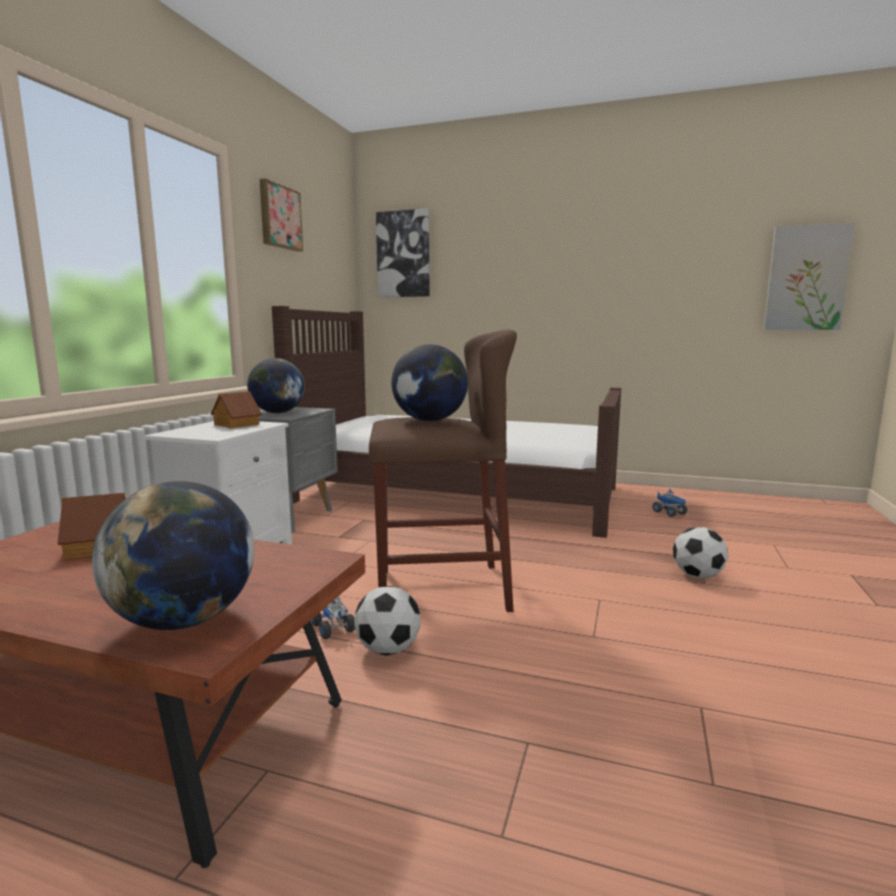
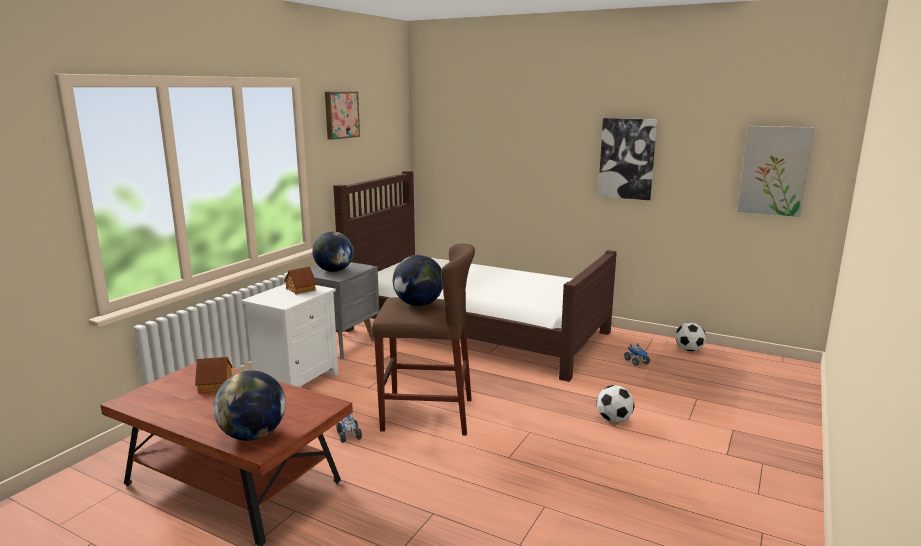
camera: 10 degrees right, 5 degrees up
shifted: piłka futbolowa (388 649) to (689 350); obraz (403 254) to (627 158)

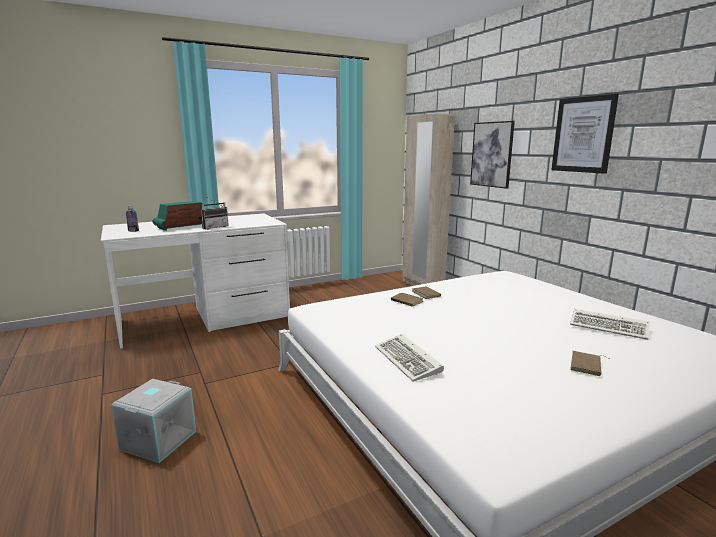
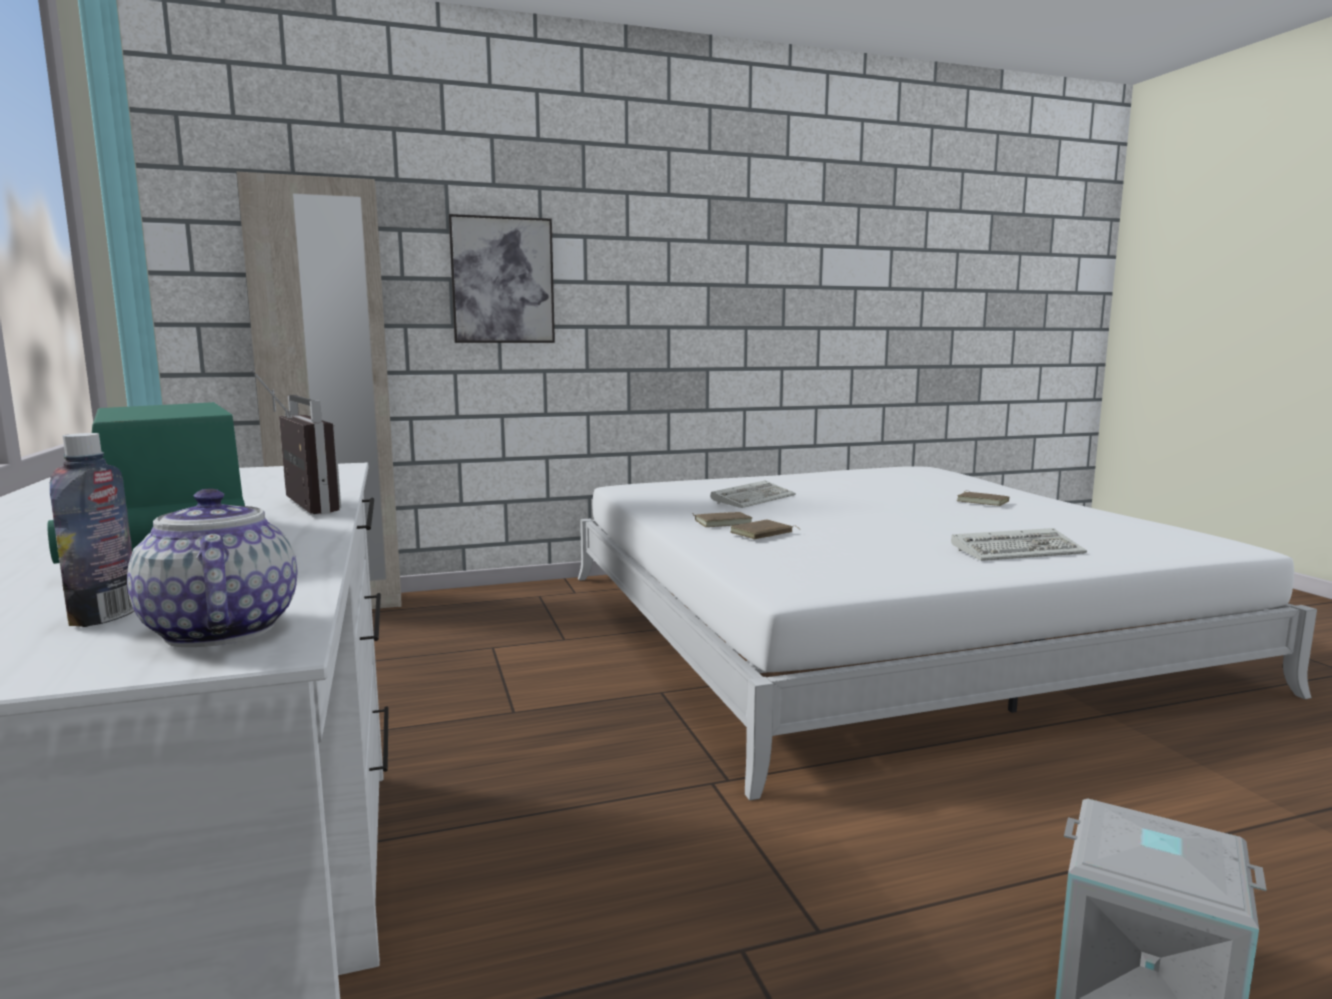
camera: 80 degrees left, 5 degrees down
gone: obraz (583 135)
new: imbryk (219 630)
shifted: klawiatura (610 327) to (753 499)

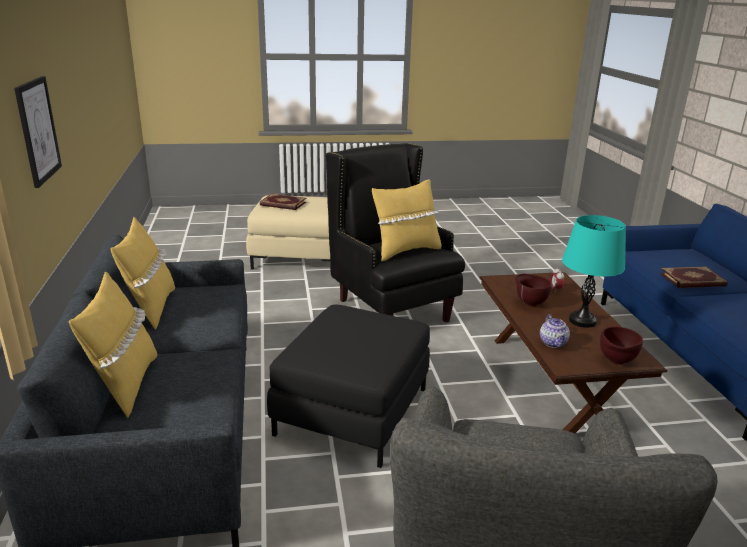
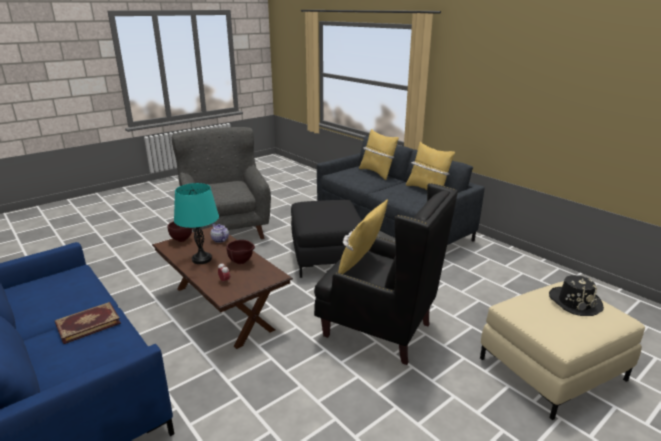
camera: 150 degrees right, 0 degrees up
gone: obraz (38 130)
swapped: książka (283 204) to kapelusz/czarny (574 302)

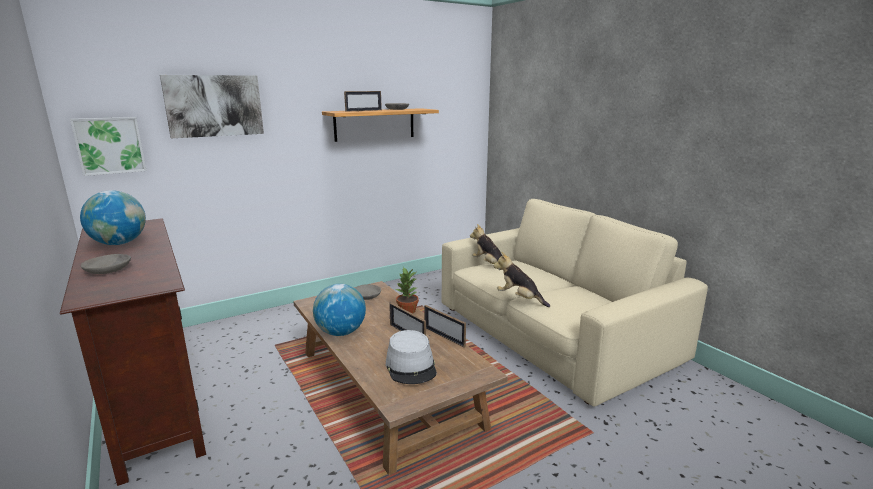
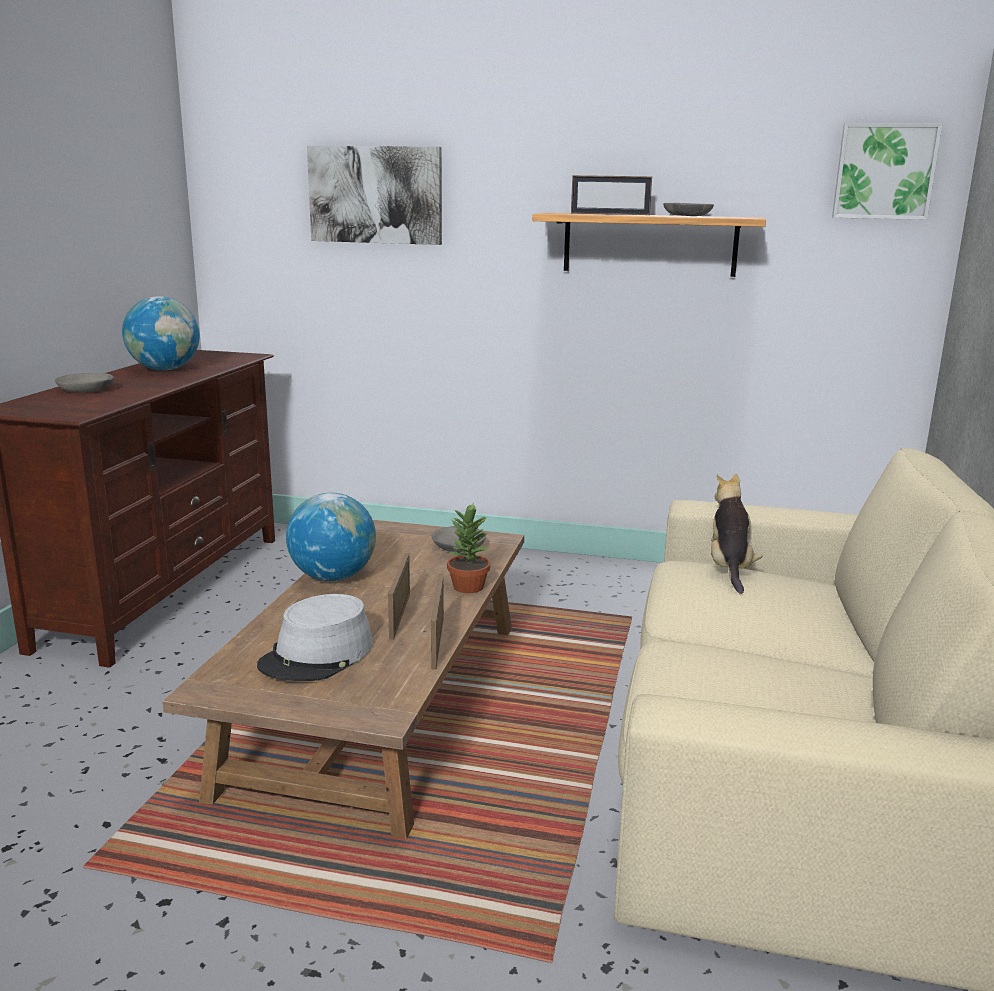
camera: 45 degrees right, 0 degrees up
gone: pluszak (519 299)
shifted: obraz (110 145) to (884 171)

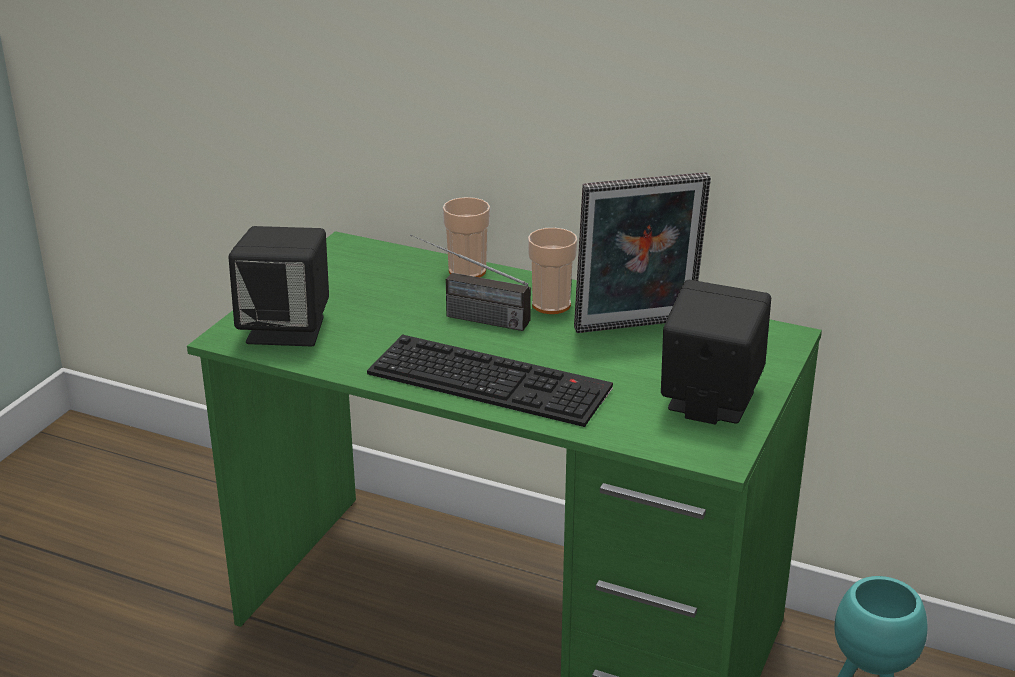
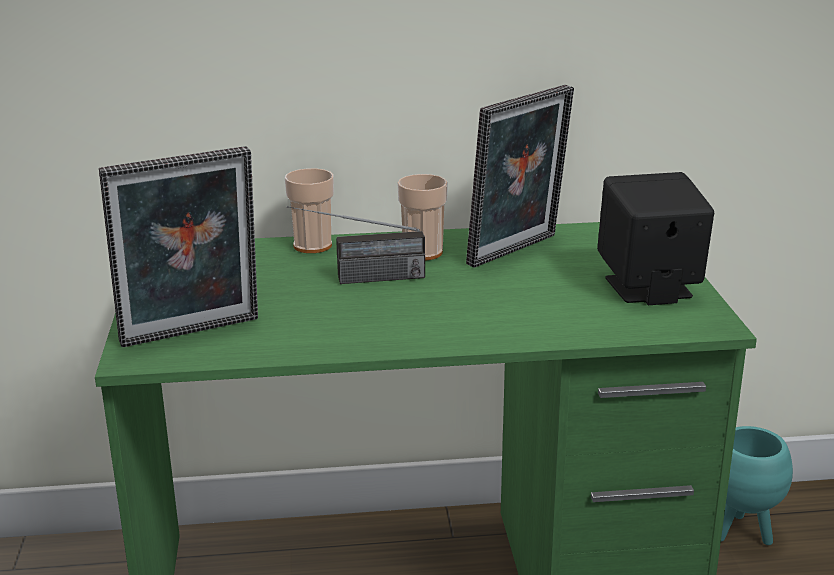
camera: 30 degrees left, 5 degrees down
gone: klawiatura (493 380)
swapped: głośnik/czarny (287 330) to ramka na zdjęcie (192 334)

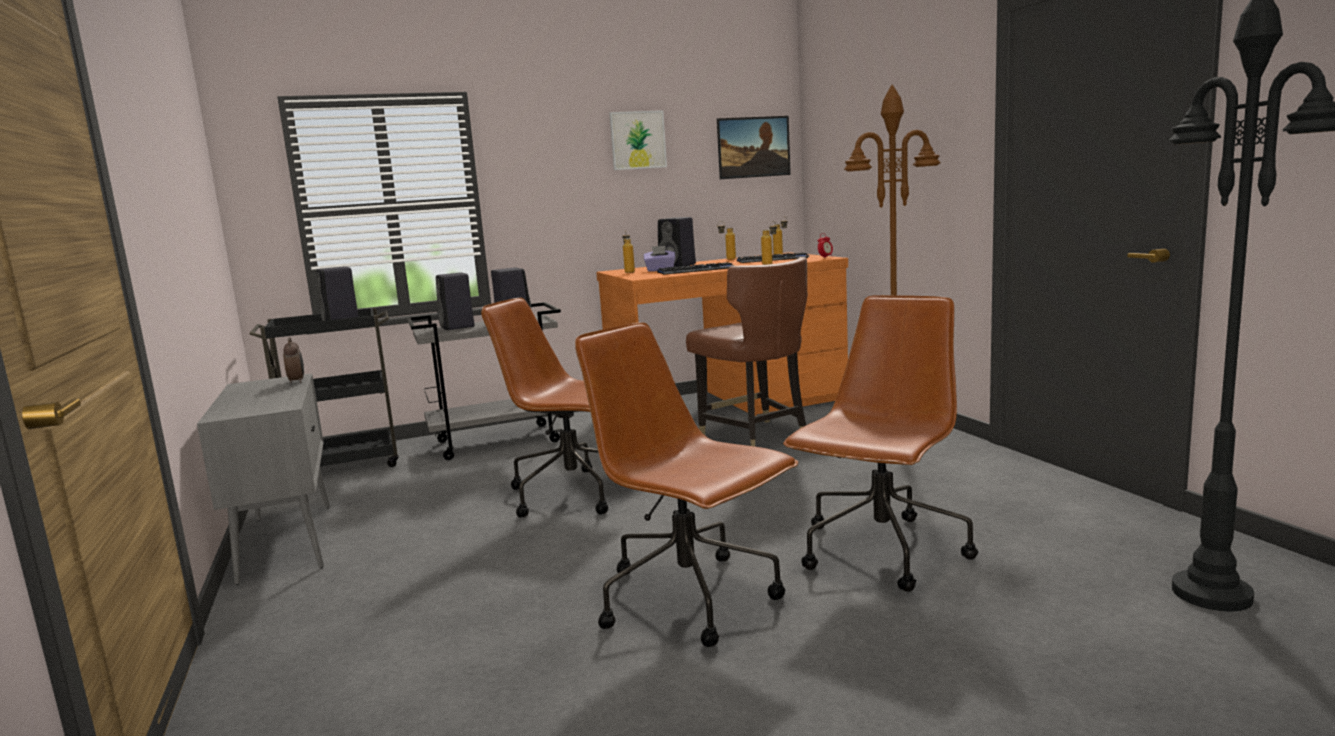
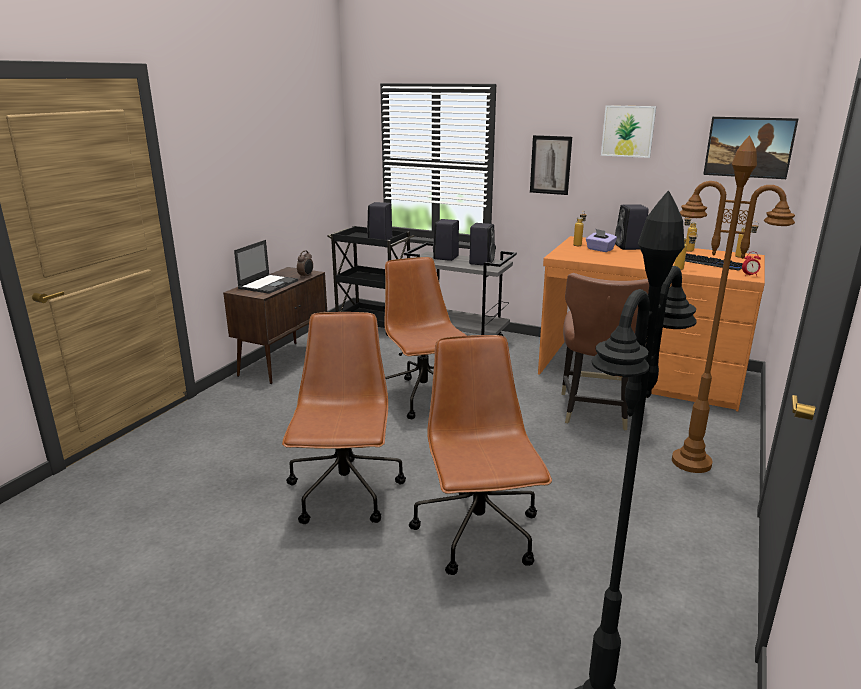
camera: 45 degrees right, 10 degrees up
gone: klawiatura (696 270)
new: laptop (269 284); obraz (550 165)
repainted: szafka/szary (287 541) to szafka/brązowy (284 362)
rotated: krzesło biurowe/brązowy (881 553) = (478 535) 90 degrees counterclockwise

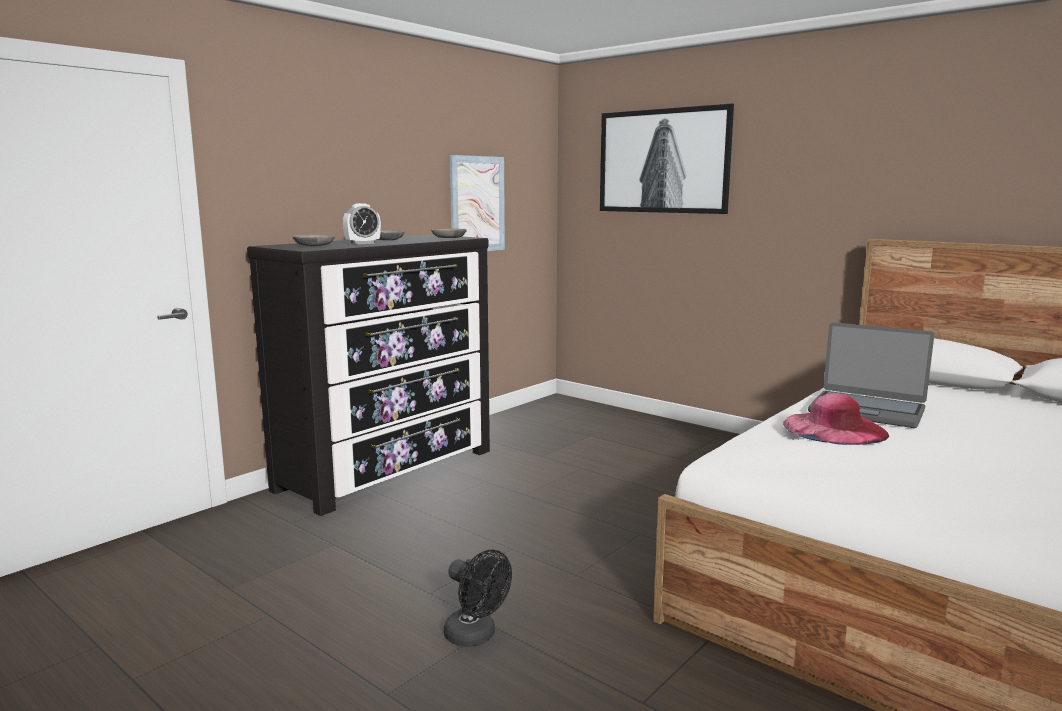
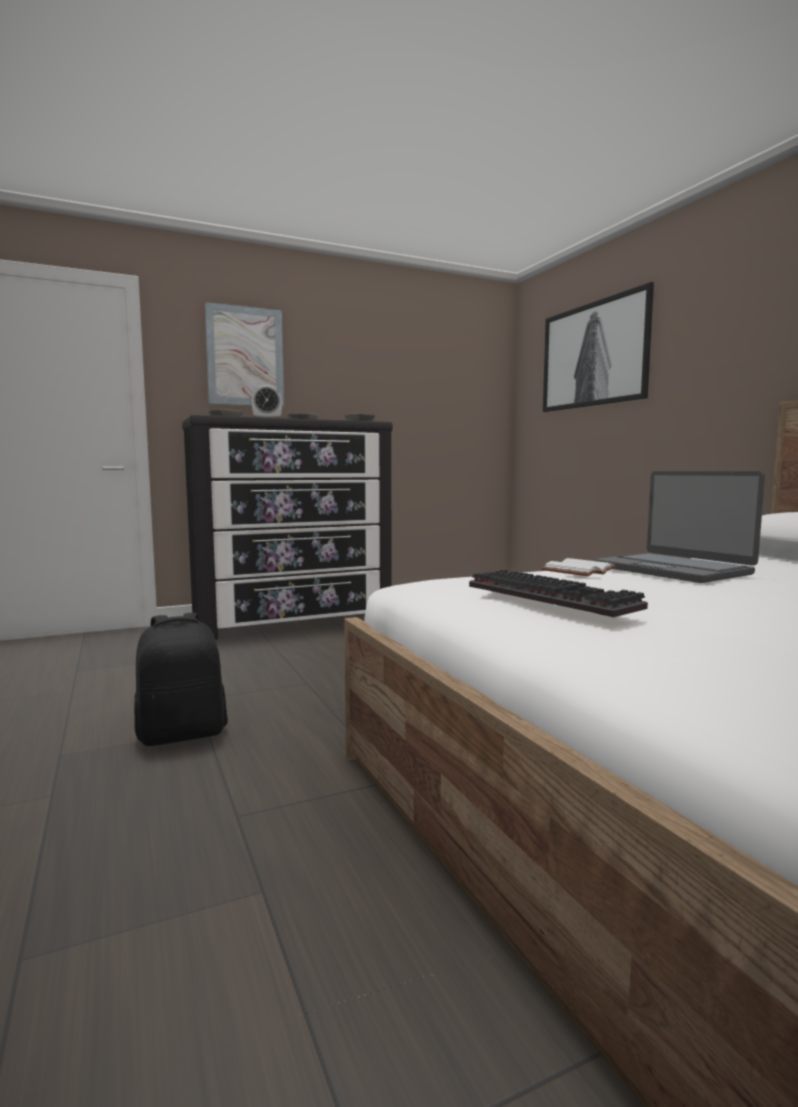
camera: 25 degrees right, 5 degrees down
new: klawiatura (555 597)
shifted: obraz (477 204) to (245 356)
swapped: wentylator/czarny (476 636) to plecak/czarny (183 734); kapelusz/różowy (834 428) to książka/biały (581 571)

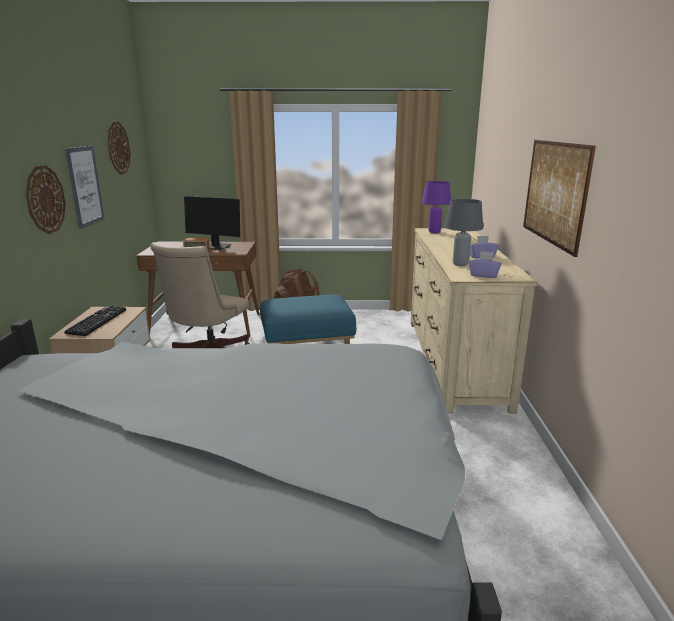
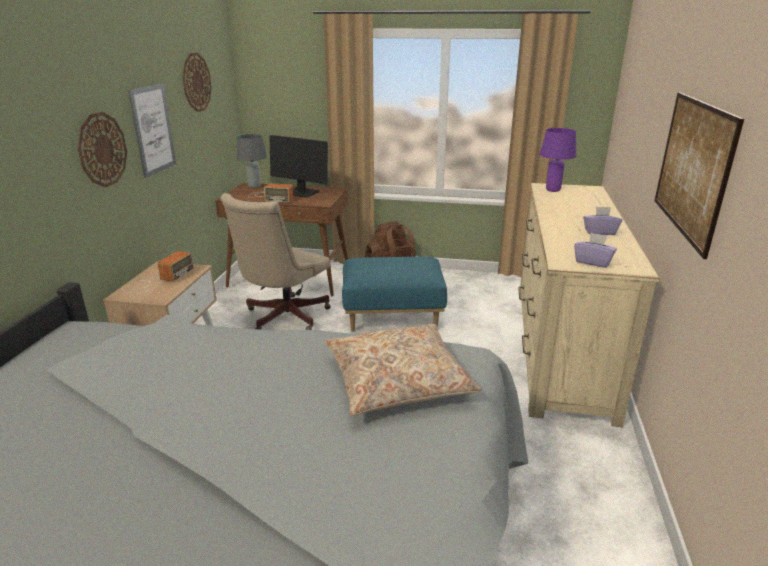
camera: 10 degrees right, 5 degrees up
new: poduszka/beżowy (398 381)
shifted: lampa stołowa/szary (459 264) to (254 187)
swapped: klawiatura (96 321) to radio (156 280)

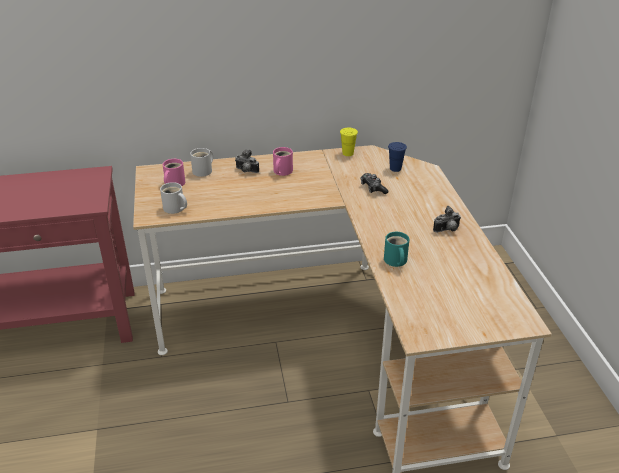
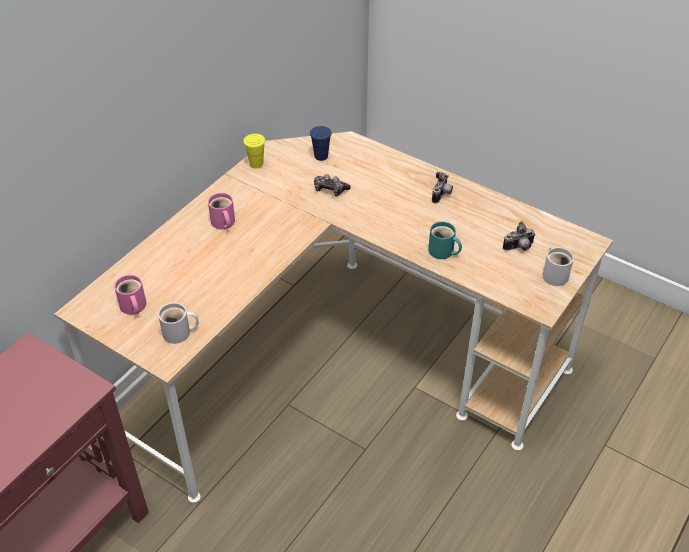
camera: 45 degrees left, 10 degrees up
shifted: kubek/biały (204 171) to (555 274); aparat fotograficzny (246 171) to (519 248)

